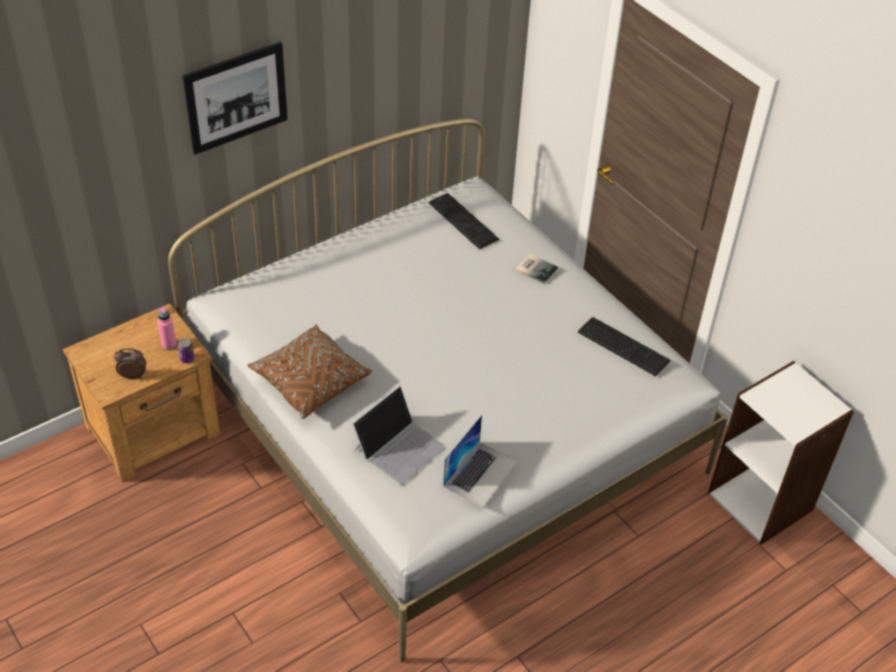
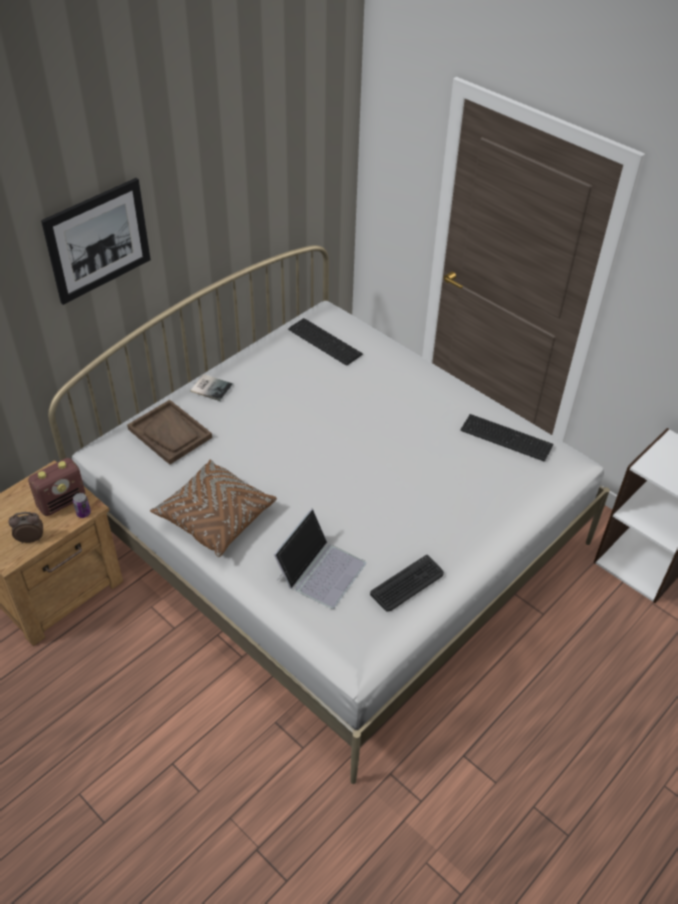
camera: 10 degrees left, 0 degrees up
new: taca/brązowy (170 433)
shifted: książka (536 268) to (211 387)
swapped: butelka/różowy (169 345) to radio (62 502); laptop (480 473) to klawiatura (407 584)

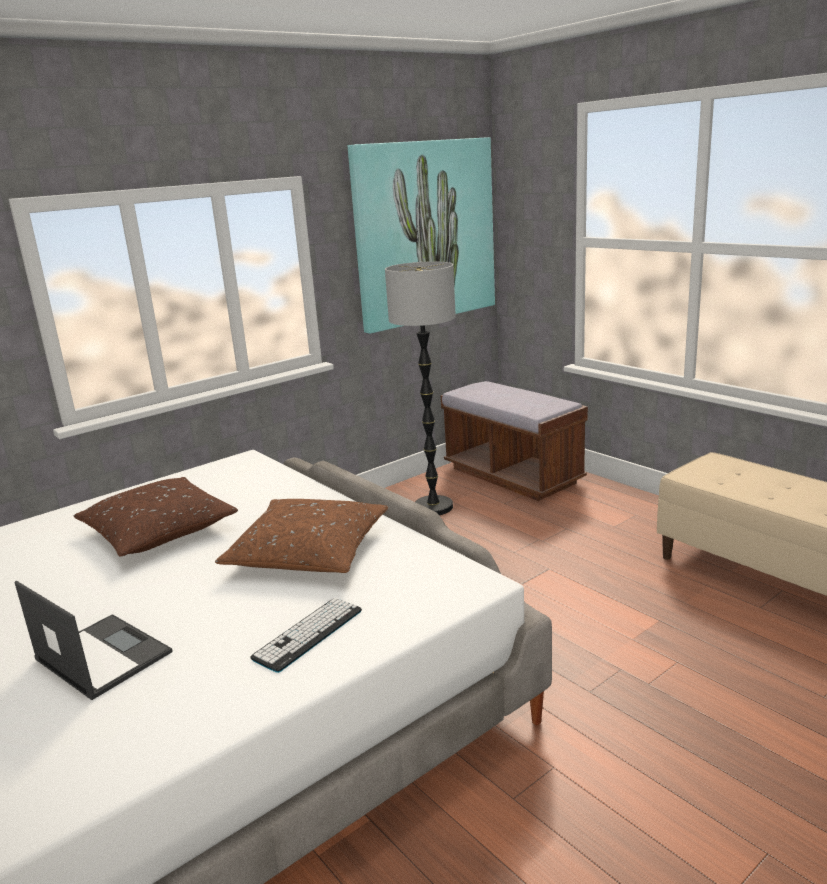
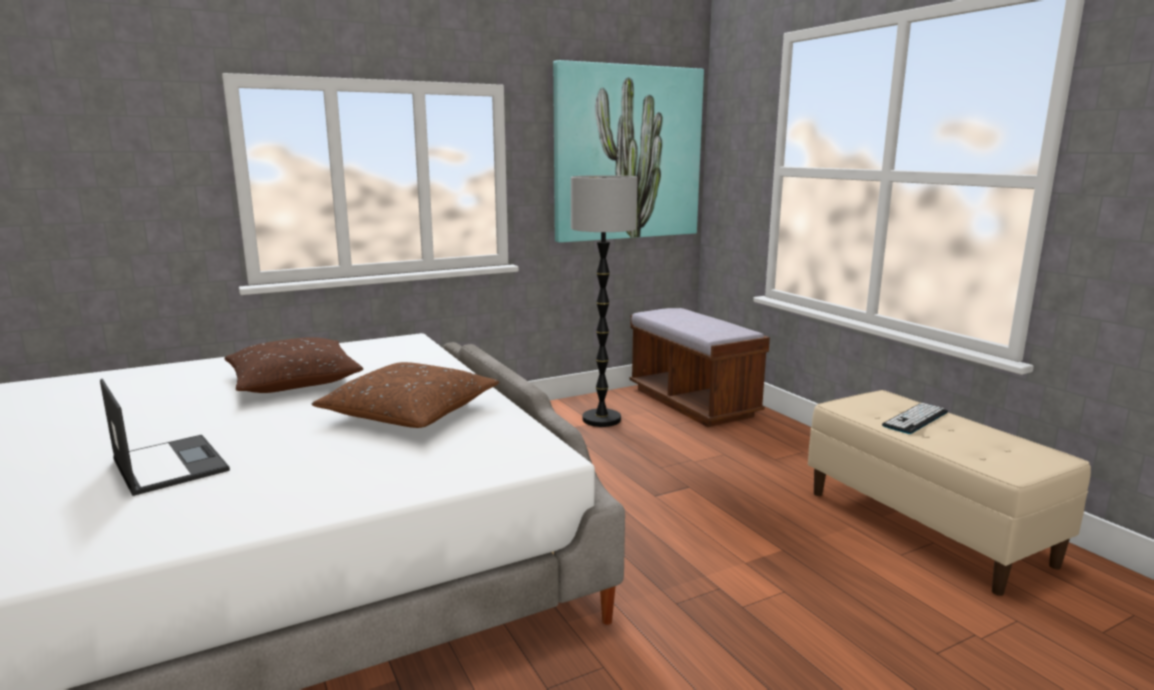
camera: 10 degrees right, 5 degrees down
shifted: klawiatura (308 634) to (915 419)

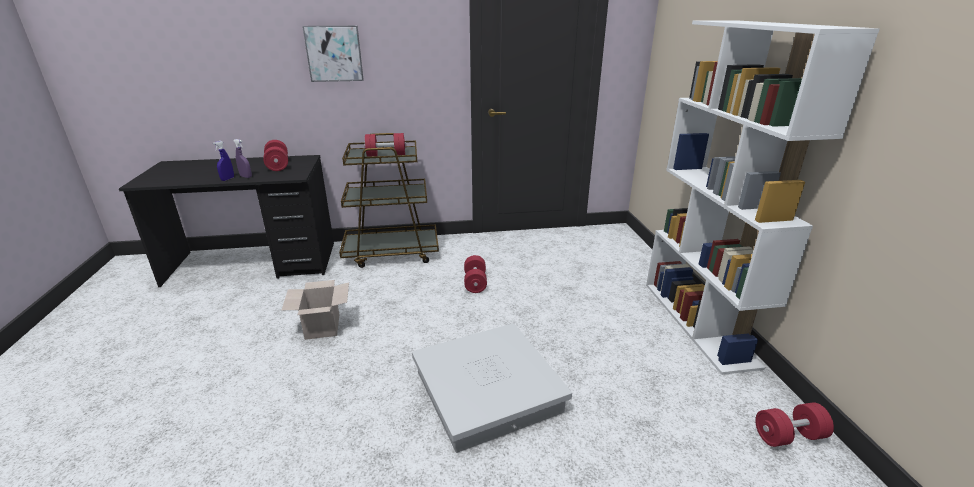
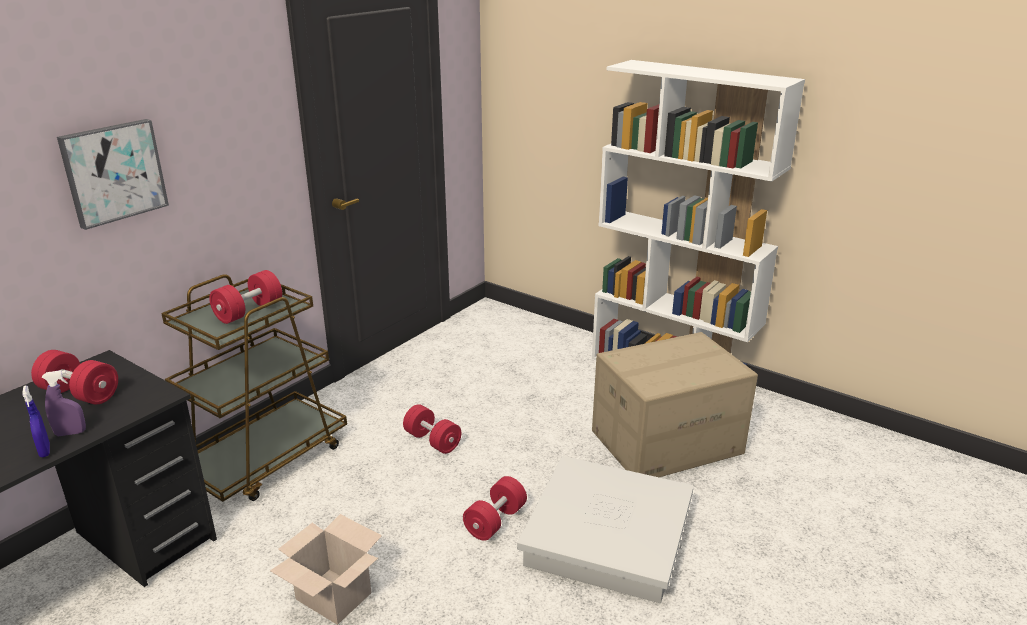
camera: 45 degrees left, 0 degrees up
new: karton (666 441)
shifted: hantel/czerwony (788 436) to (495 521)

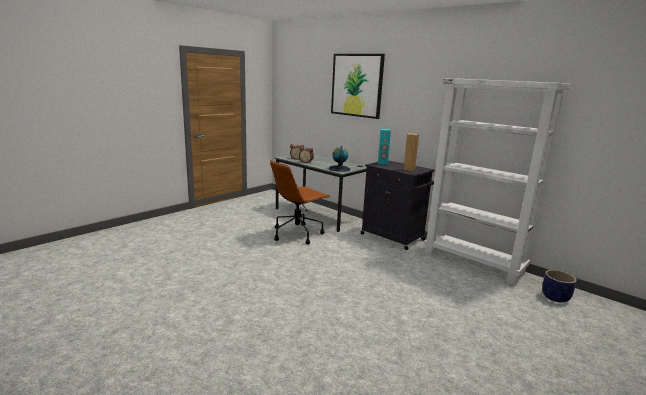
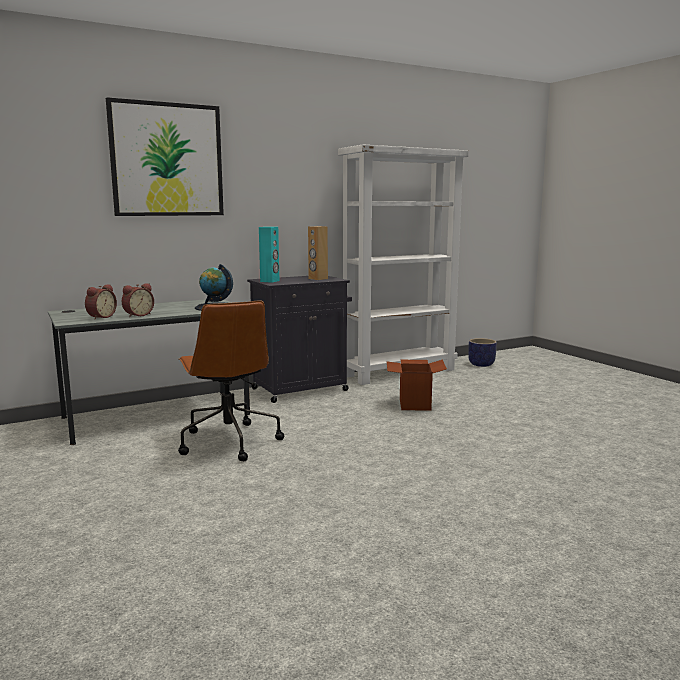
camera: 70 degrees left, 5 degrees down
new: karton (414 404)

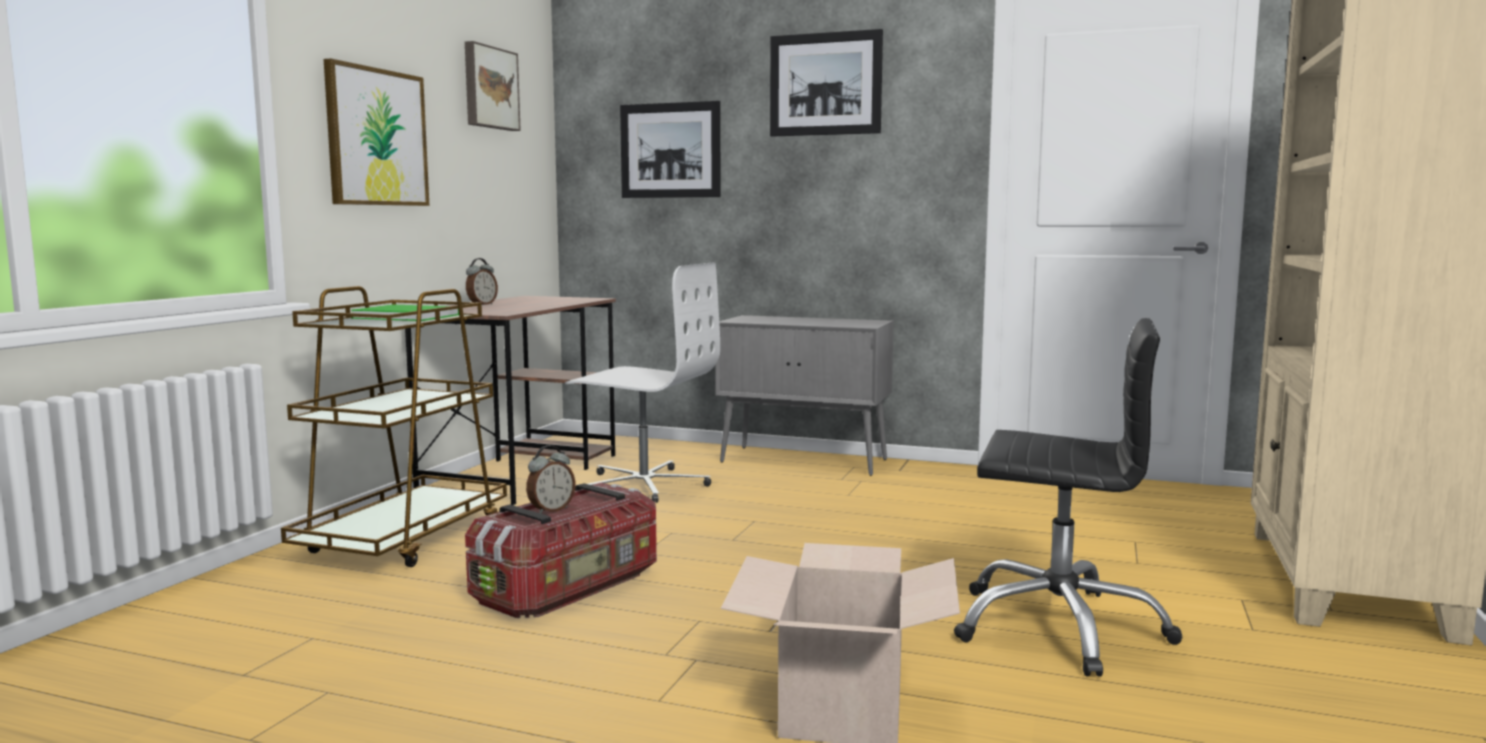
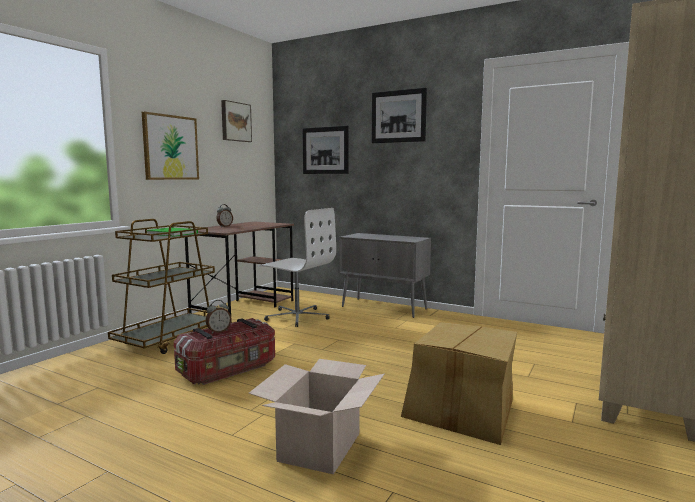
camera: 10 degrees right, 0 degrees up
swapped: krzesło biurowe/czarny (1059 626) to karton (462 411)

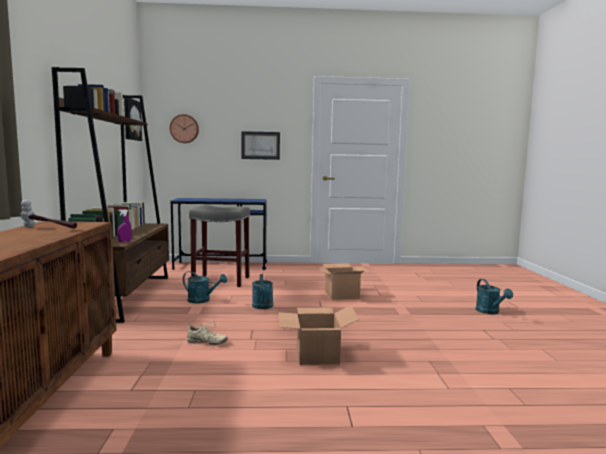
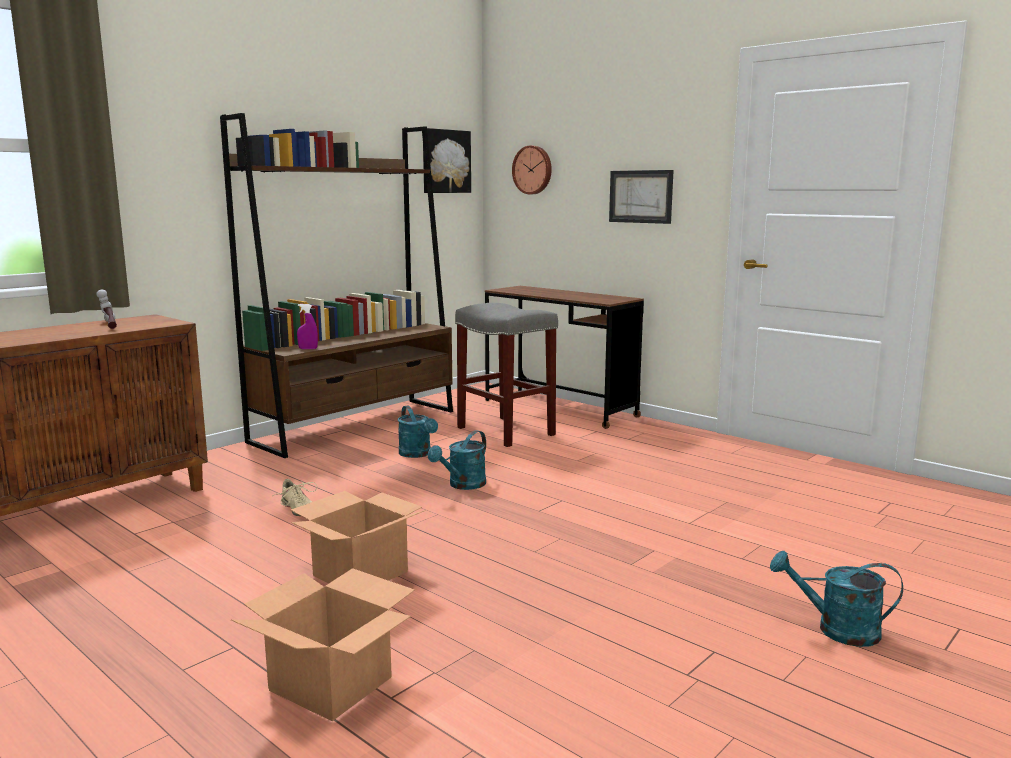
camera: 45 degrees right, 5 degrees up
shifted: karton (341 295) to (329 684)
repainted: biurko/niebieski (221 266) to biurko/brązowy (559 408)
rotated: konewka/turkusowy (490 312) = (836 630) 75 degrees clockwise

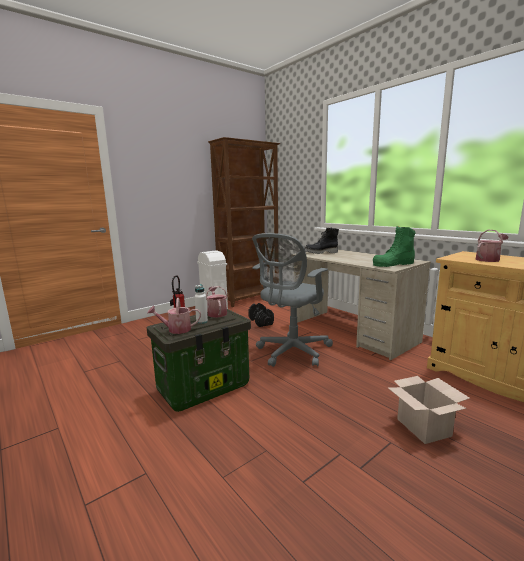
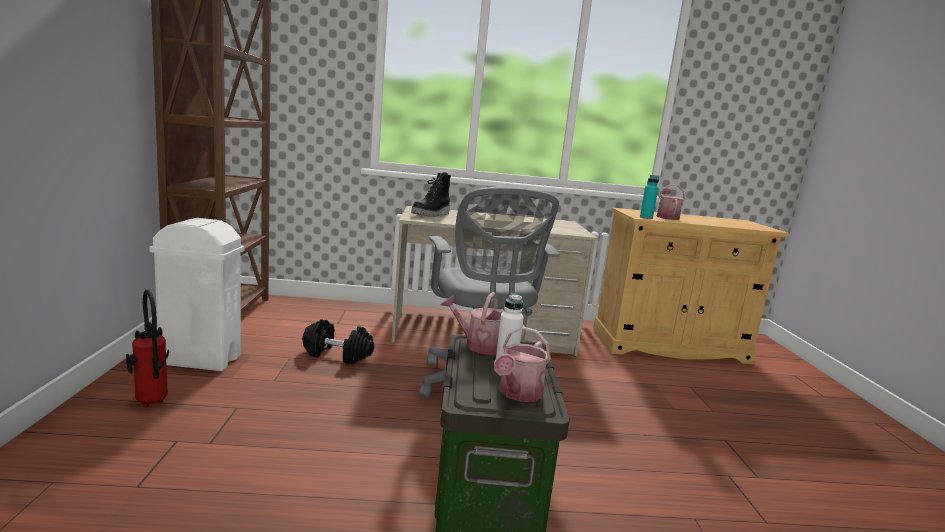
camera: 55 degrees left, 0 degrees up
gone: but z cholewką/zielony (393 264); karton (425 428)
new: butelka/turkusowy (646 218)

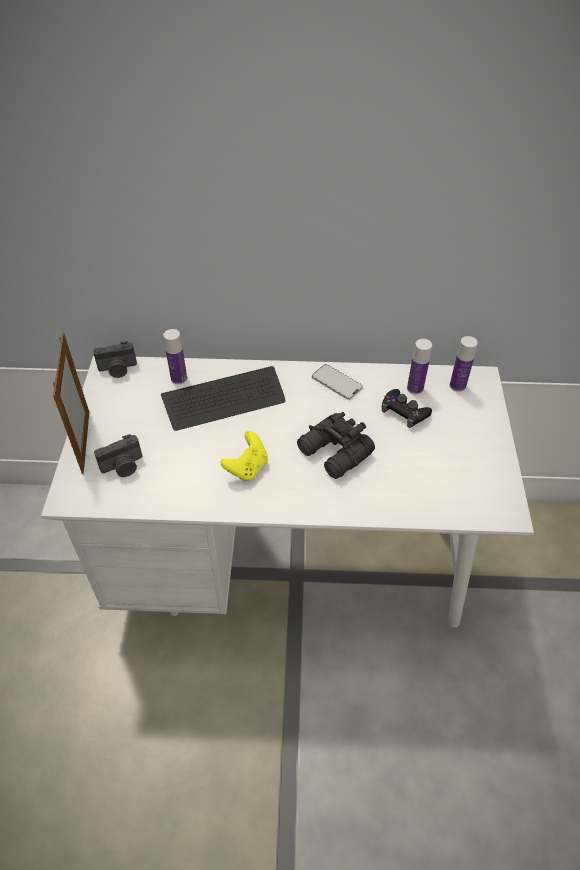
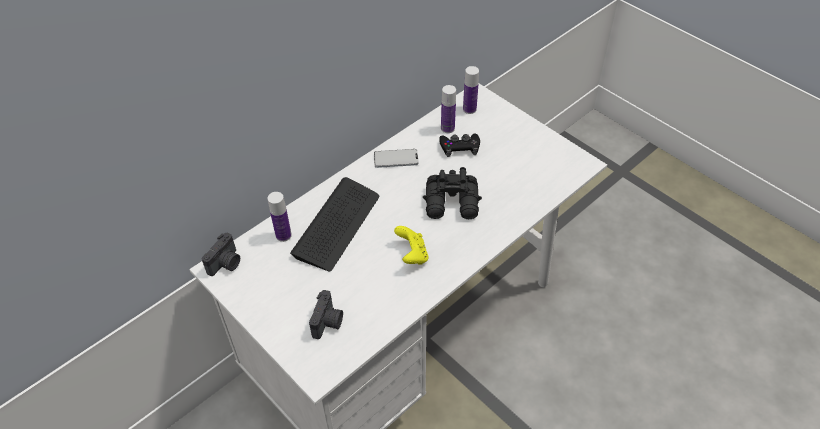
camera: 45 degrees left, 0 degrees up
gone: ramka na zdjęcie (85 442)

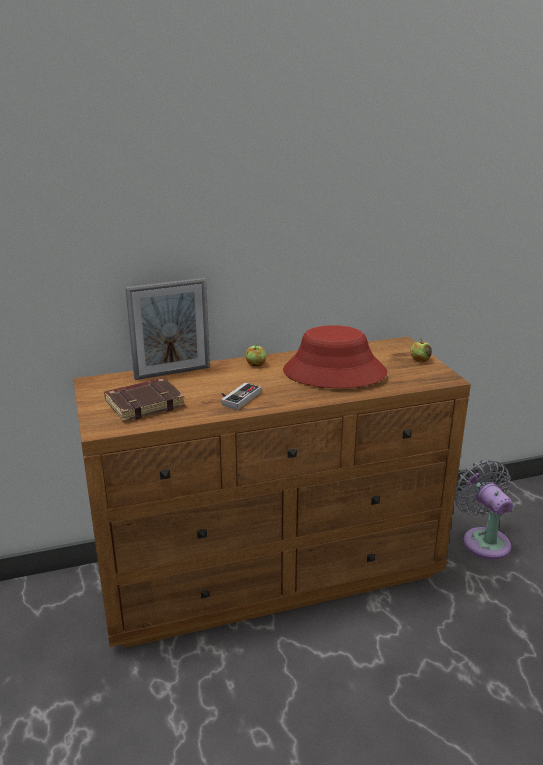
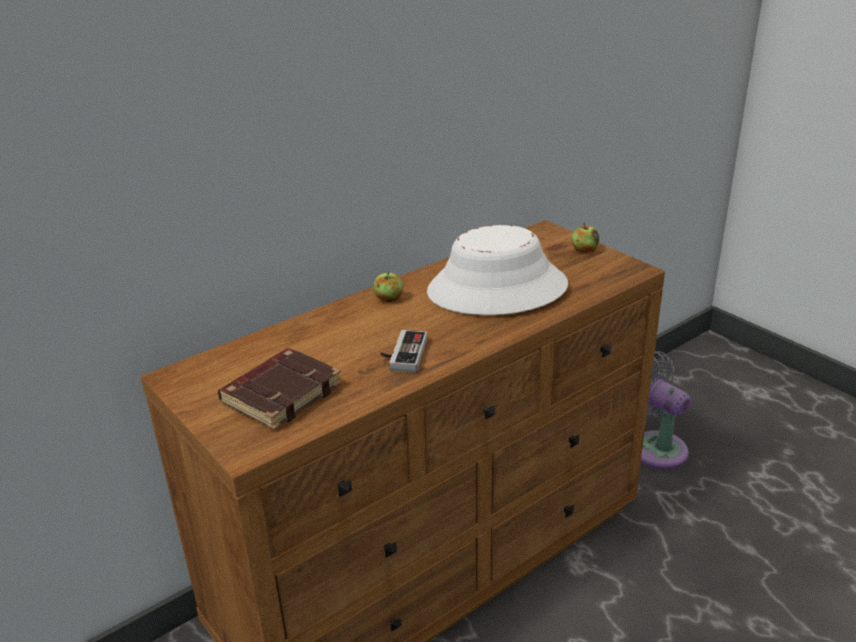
camera: 20 degrees left, 5 degrees up
gone: ramka na zdjęcie (172 373)
repainted: kapelusz/czerwony (334 372) to kapelusz/biały (497 289)

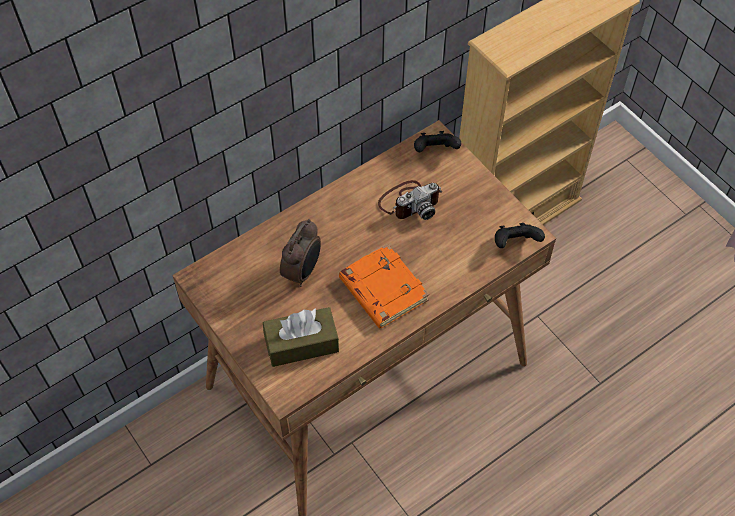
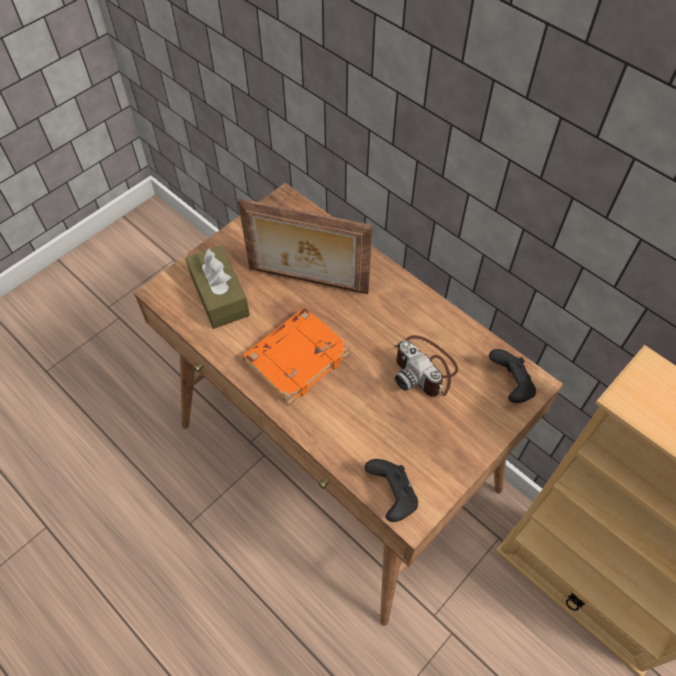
camera: 80 degrees right, 0 degrees up
swapped: budzik (303 271) to ramka na zdjęcie (307 282)

